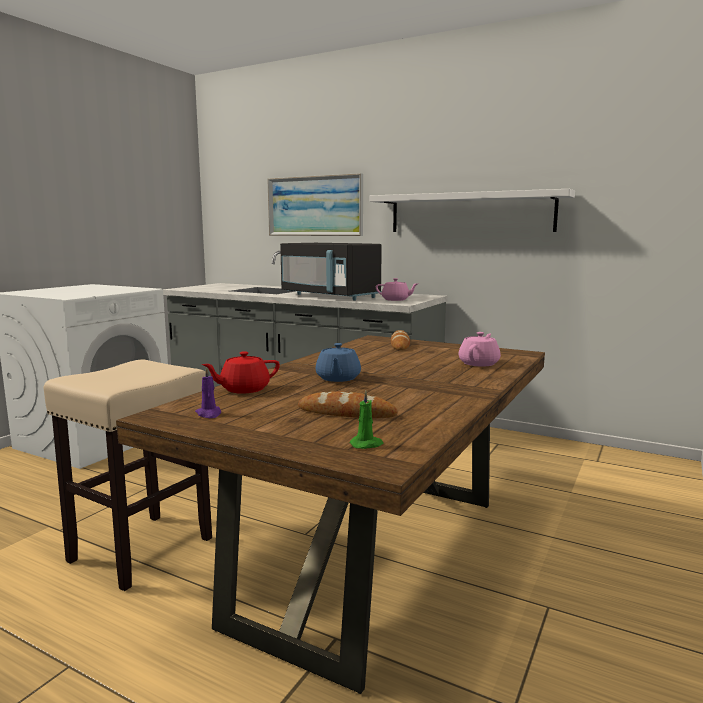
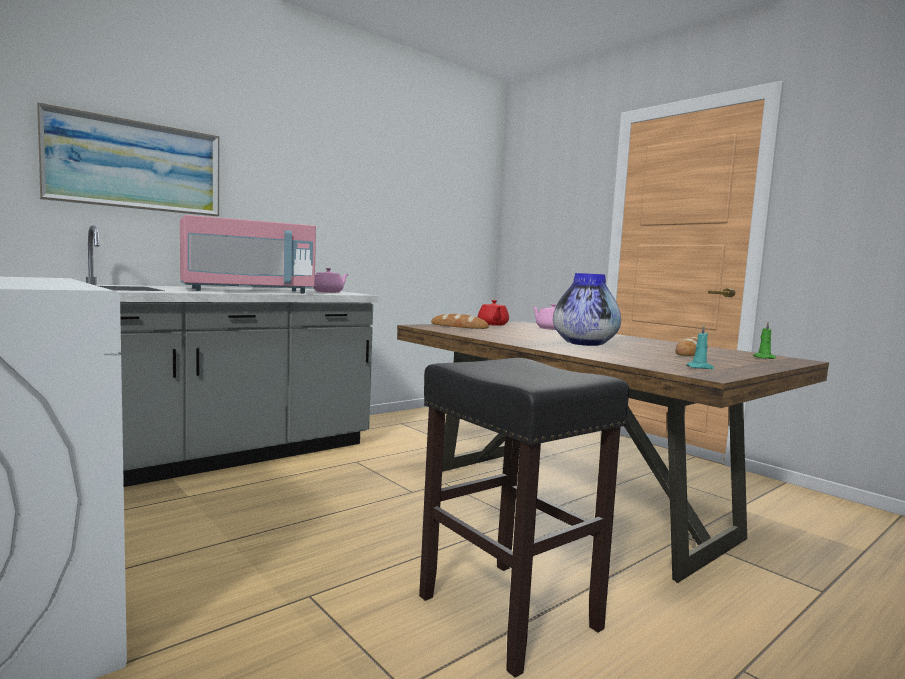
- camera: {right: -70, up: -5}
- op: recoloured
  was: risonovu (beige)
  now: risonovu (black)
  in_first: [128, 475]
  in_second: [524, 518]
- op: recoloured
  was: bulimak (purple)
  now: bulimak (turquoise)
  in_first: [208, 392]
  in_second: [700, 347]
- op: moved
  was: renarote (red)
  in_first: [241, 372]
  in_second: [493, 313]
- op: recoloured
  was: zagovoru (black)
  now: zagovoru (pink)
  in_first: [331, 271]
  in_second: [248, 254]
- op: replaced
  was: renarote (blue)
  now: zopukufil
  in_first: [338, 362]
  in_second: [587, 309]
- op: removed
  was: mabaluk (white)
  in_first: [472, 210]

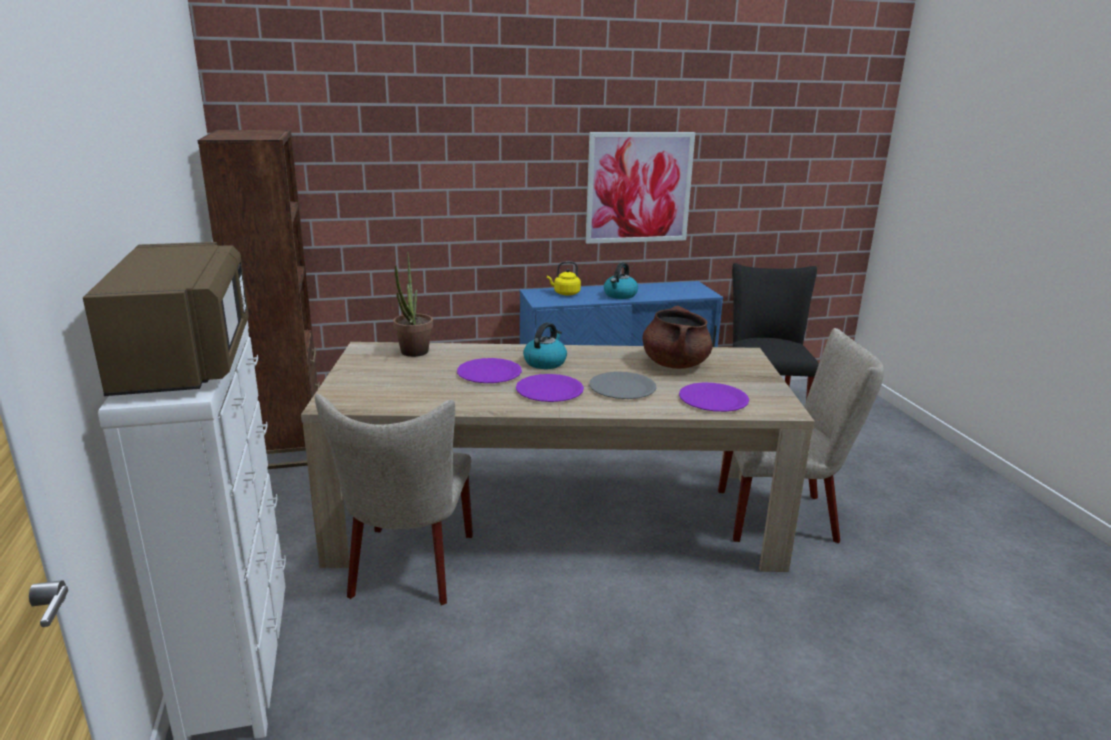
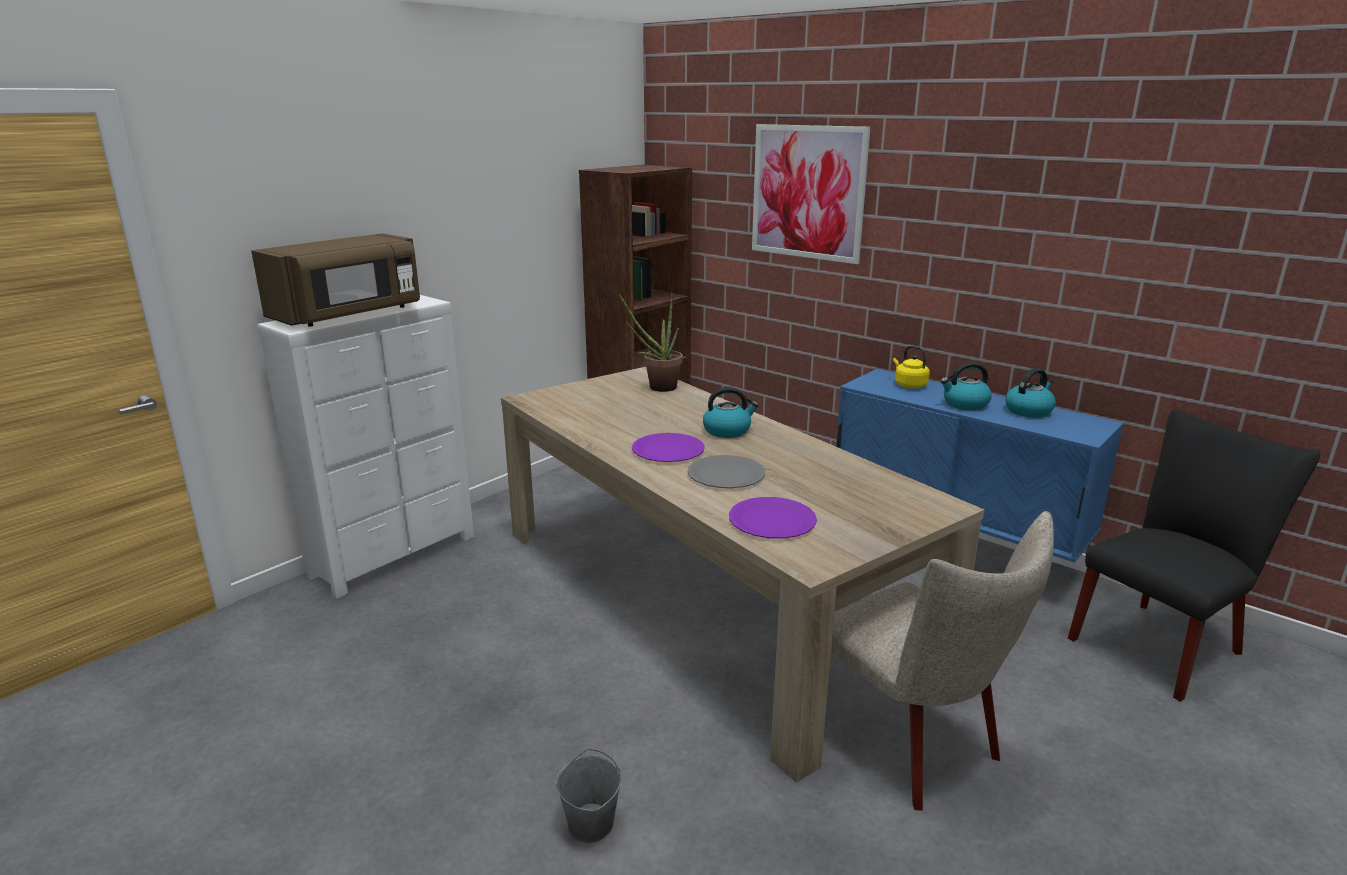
- camera: {right: 55, up: 0}
- op: removed
  was: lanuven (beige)
  in_first: [394, 499]
- op: removed
  was: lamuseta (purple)
  in_first: [489, 370]
- op: moved
  was: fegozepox
  in_first: [640, 188]
  in_second: [811, 194]
- op: removed
  was: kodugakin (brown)
  in_first: [677, 337]
- op: added
  now: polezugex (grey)
  in_second: [589, 796]
- op: added
  now: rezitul
  in_second: [1030, 393]

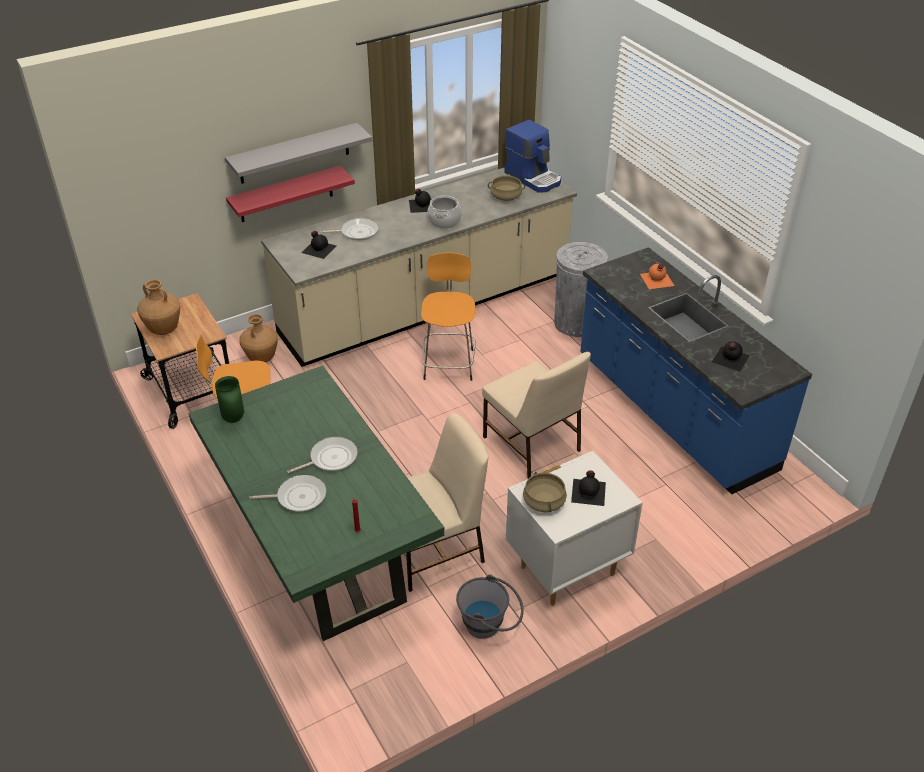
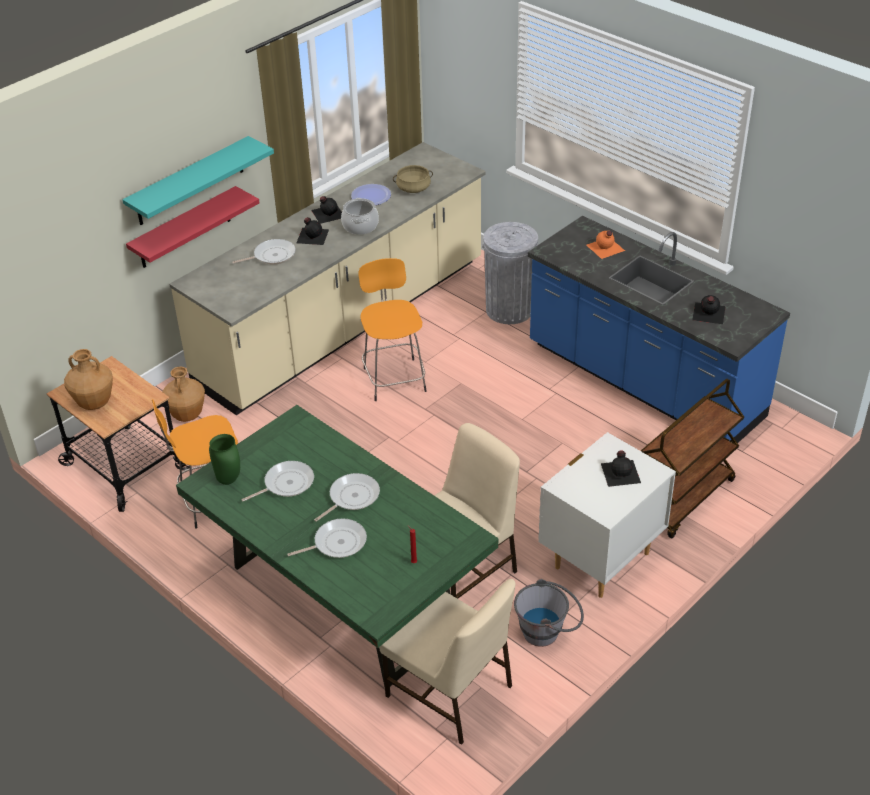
- camera: {right: -15, up: 0}
- op: recoloured
  was: mabaluk (grey)
  now: mabaluk (turquoise)
  in_first: [299, 153]
  in_second: [198, 180]
- op: moved
  was: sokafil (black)
  in_first: [319, 245]
  in_second: [313, 231]
- op: moved
  was: lanuven (beige)
  in_first: [536, 415]
  in_second: [447, 662]
- op: removed
  was: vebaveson
  in_first: [532, 156]
- op: removed
  was: kodugakin (beige)
  in_first: [545, 492]
- op: added
  now: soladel
  in_second: [277, 481]
- op: added
  now: lamuseta
  in_second: [371, 194]
- op: added
  now: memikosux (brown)
  in_second: [692, 458]

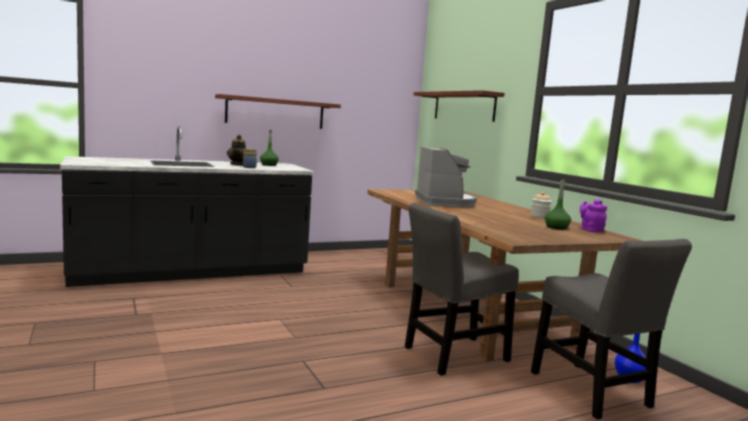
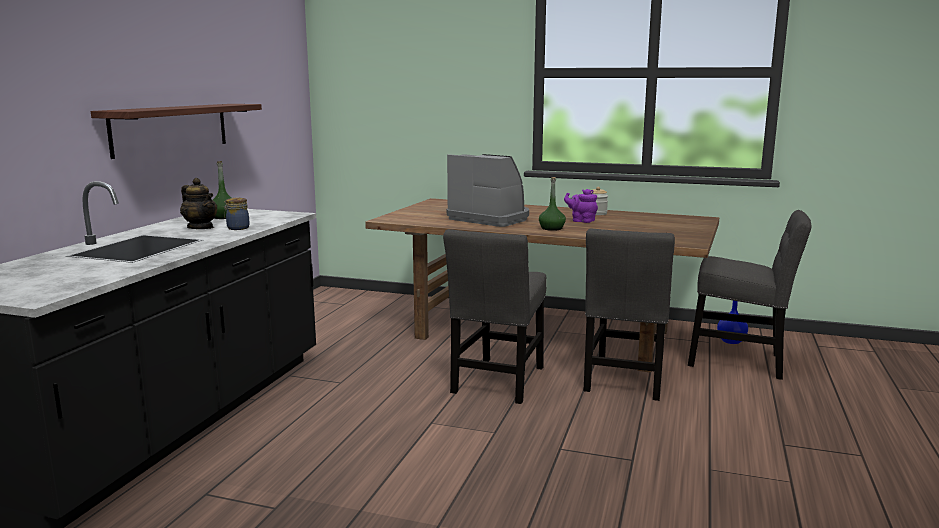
- camera: {right: -45, up: 5}
- op: removed
  was: mabaluk
  in_first: [458, 106]
- op: moved
  was: sokafil (green)
  in_first: [558, 205]
  in_second: [552, 204]
- op: moved
  was: renarote (purple)
  in_first: [593, 215]
  in_second: [581, 206]
- op: added
  now: lanuven (grey)
  in_second: [495, 316]

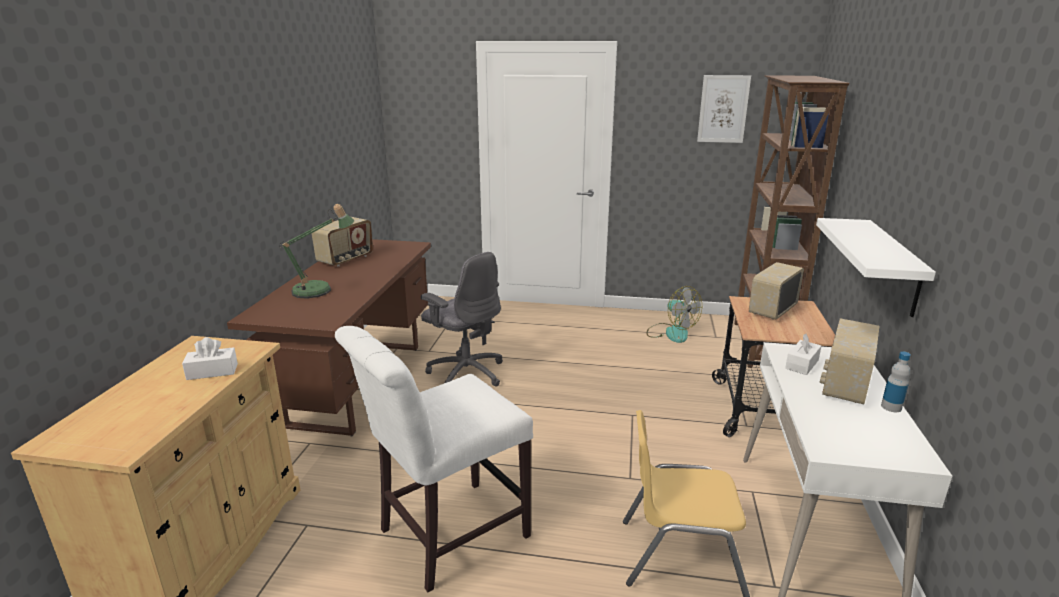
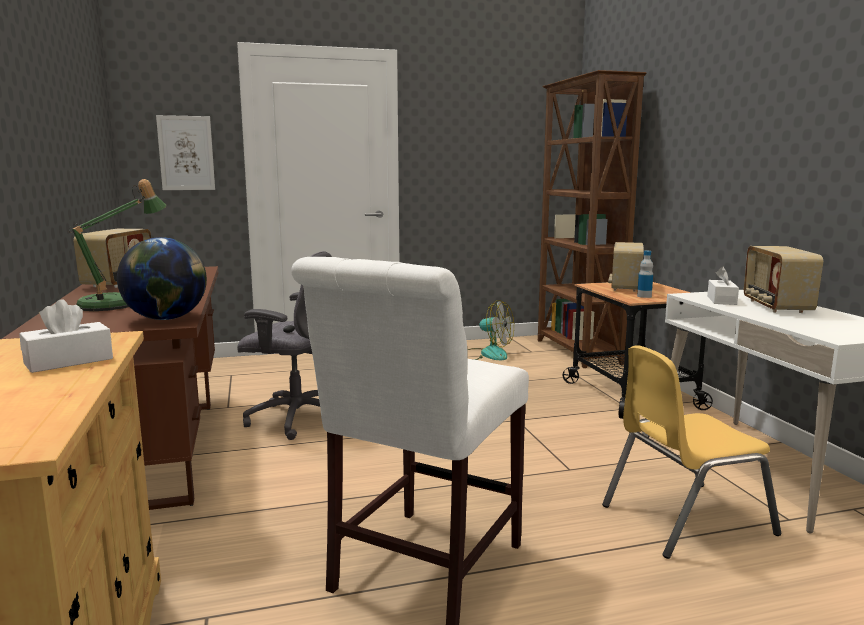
- camera: {right: -25, up: -10}
- op: moved
  was: fegozepox
  in_first: [724, 109]
  in_second: [185, 152]
- op: removed
  was: mabaluk (white)
  in_first: [876, 267]
- op: moved
  was: sokafil
  in_first: [896, 381]
  in_second: [645, 274]
- op: added
  now: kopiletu
  in_second: [162, 278]

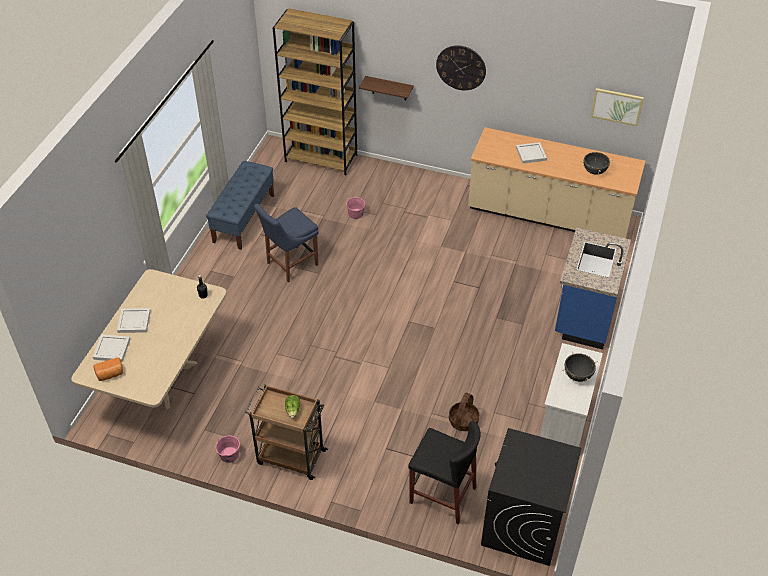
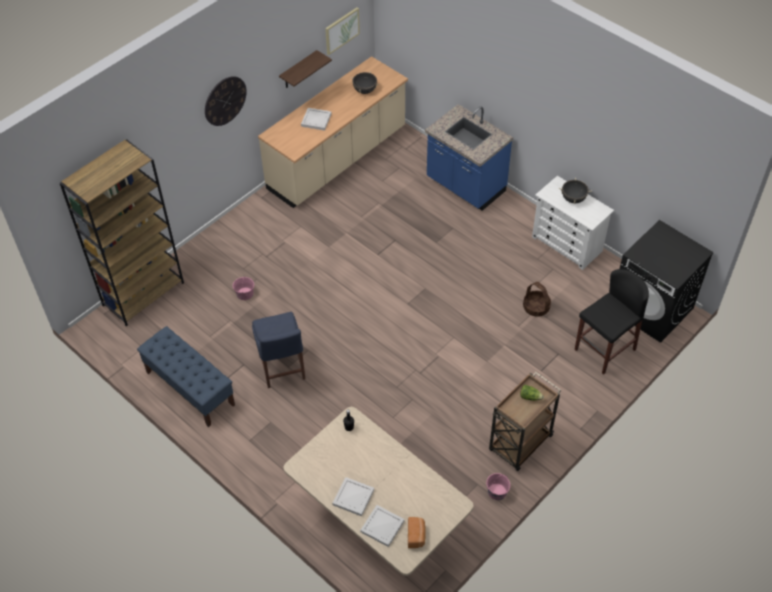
- camera: {right: -65, up: 5}
- op: moved
  was: mabaluk
  in_first: [386, 88]
  in_second: [305, 69]

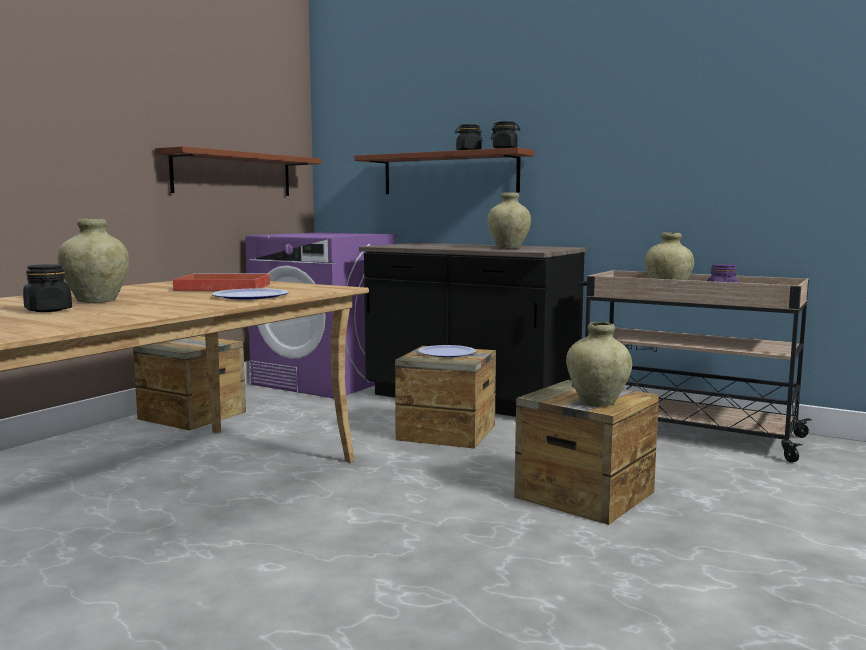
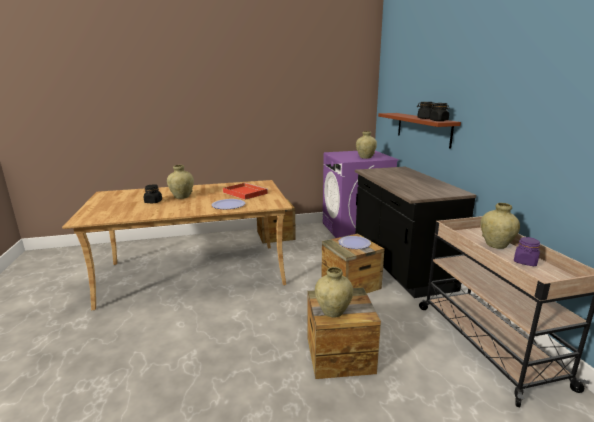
- camera: {right: 45, up: 10}
- op: removed
  was: mabaluk (brown)
  in_first: [238, 171]
- op: moved
  was: zopukufil (beige)
  in_first: [509, 220]
  in_second: [366, 145]

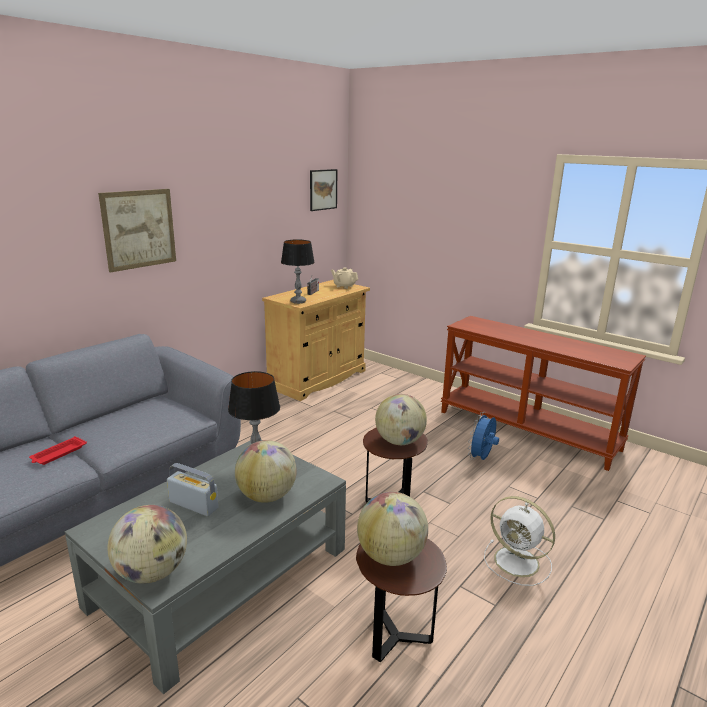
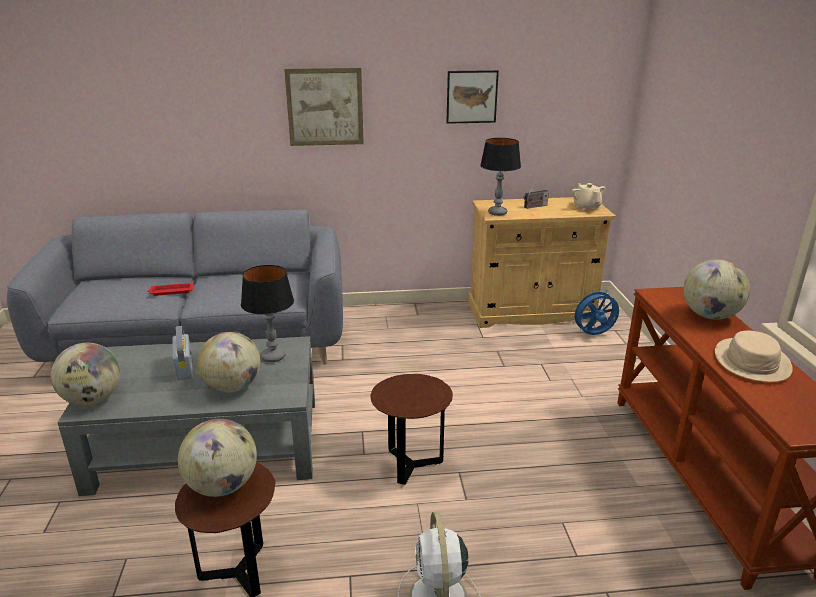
- camera: {right: 45, up: 5}
- op: moved
  was: fegozepox
  in_first: [323, 190]
  in_second: [472, 97]
- op: moved
  was: kopiletu
  in_first: [401, 419]
  in_second: [716, 289]
- op: moved
  was: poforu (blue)
  in_first: [483, 436]
  in_second: [595, 311]
- op: added
  now: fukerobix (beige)
  in_second: [754, 356]

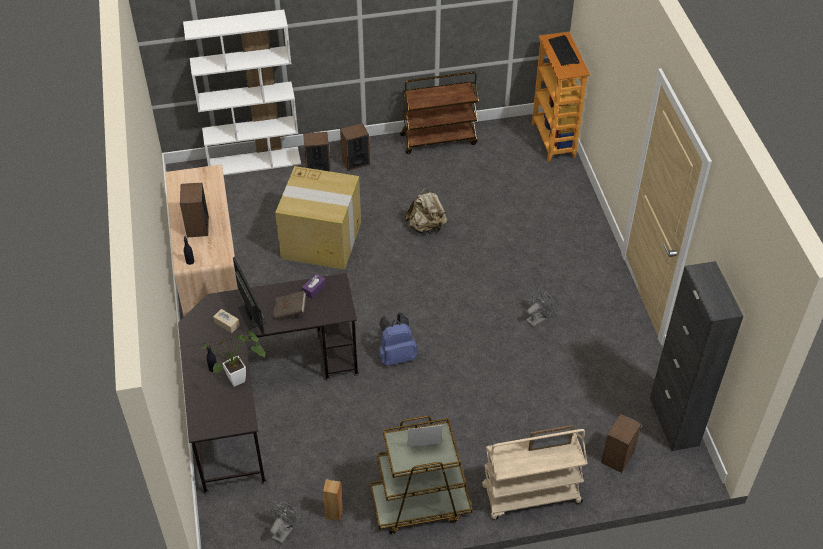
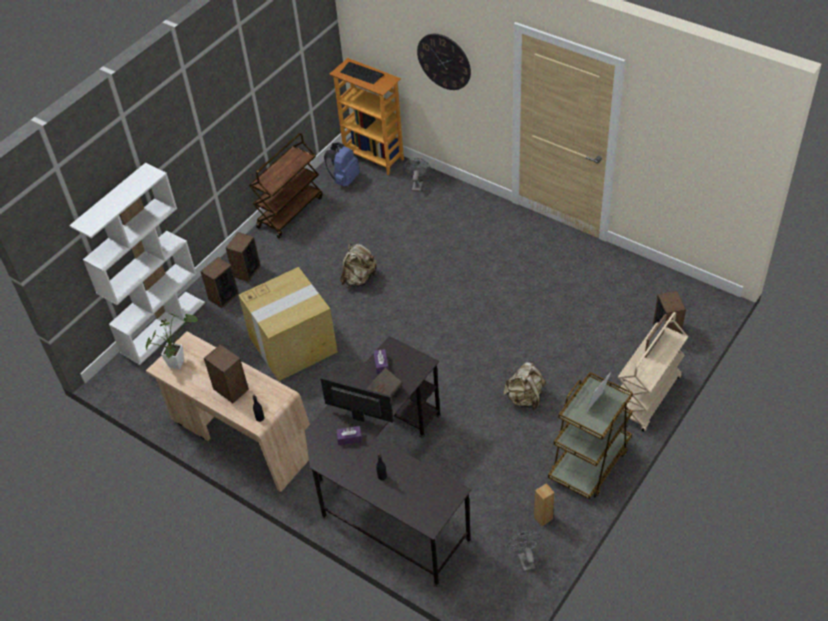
- camera: {right: -40, up: 0}
- op: moved
  was: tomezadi
  in_first: [232, 359]
  in_second: [172, 341]
- op: recoloured
  was: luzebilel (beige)
  now: luzebilel (purple)
  in_first: [226, 321]
  in_second: [349, 435]
- op: moved
  was: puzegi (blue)
  in_first: [398, 339]
  in_second: [342, 164]
- op: moved
  was: poforu (grey)
  in_first: [540, 308]
  in_second: [417, 175]
- op: removed
  was: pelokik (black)
  in_first: [696, 356]
- op: added
  now: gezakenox
  in_second: [444, 62]
- op: added
  now: puzegi (beige)
  in_second: [524, 386]

